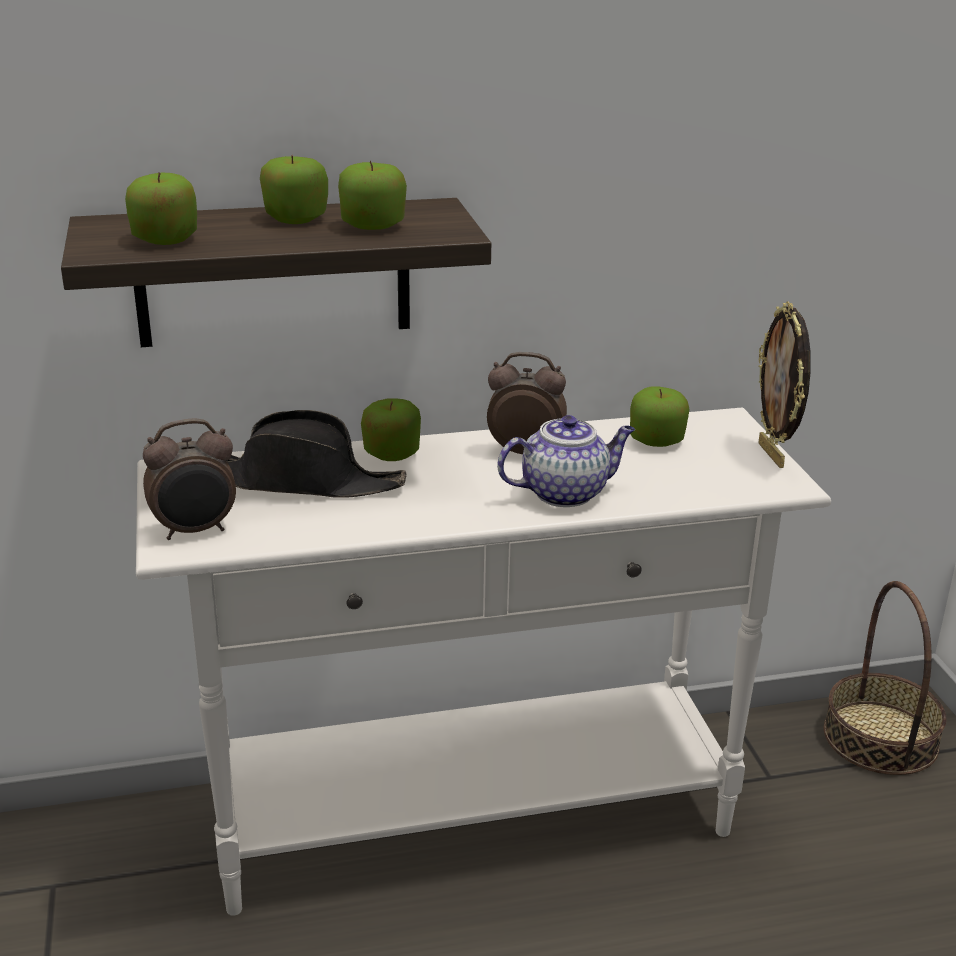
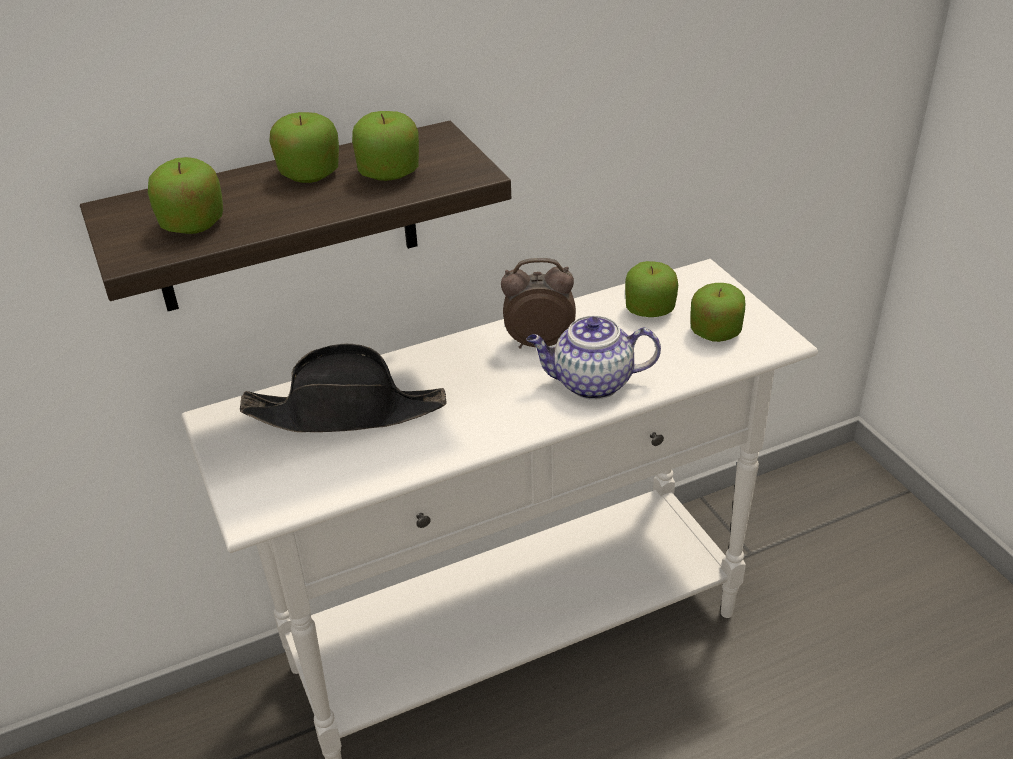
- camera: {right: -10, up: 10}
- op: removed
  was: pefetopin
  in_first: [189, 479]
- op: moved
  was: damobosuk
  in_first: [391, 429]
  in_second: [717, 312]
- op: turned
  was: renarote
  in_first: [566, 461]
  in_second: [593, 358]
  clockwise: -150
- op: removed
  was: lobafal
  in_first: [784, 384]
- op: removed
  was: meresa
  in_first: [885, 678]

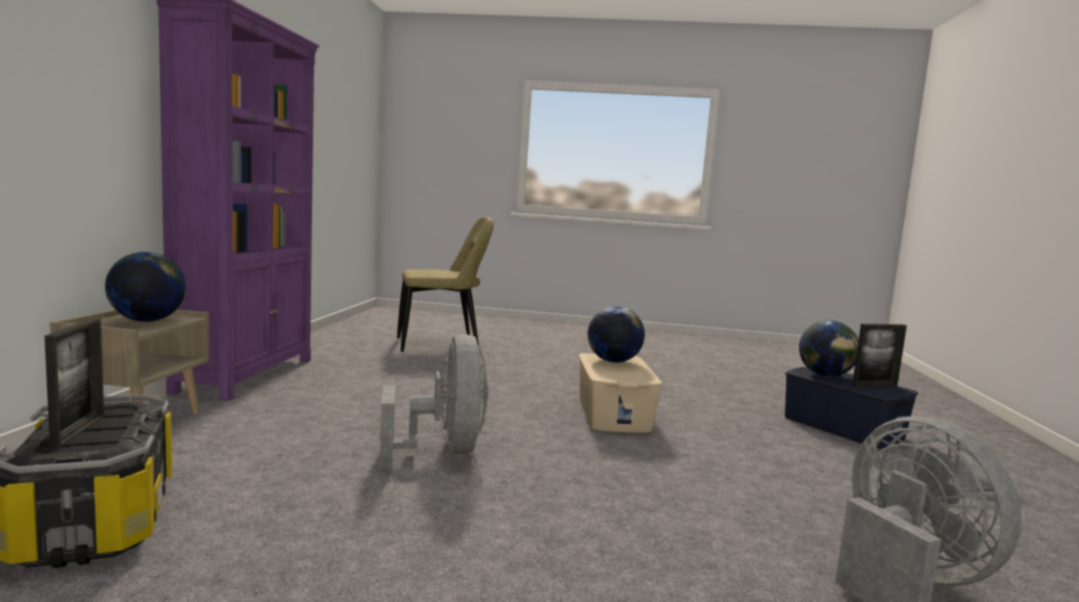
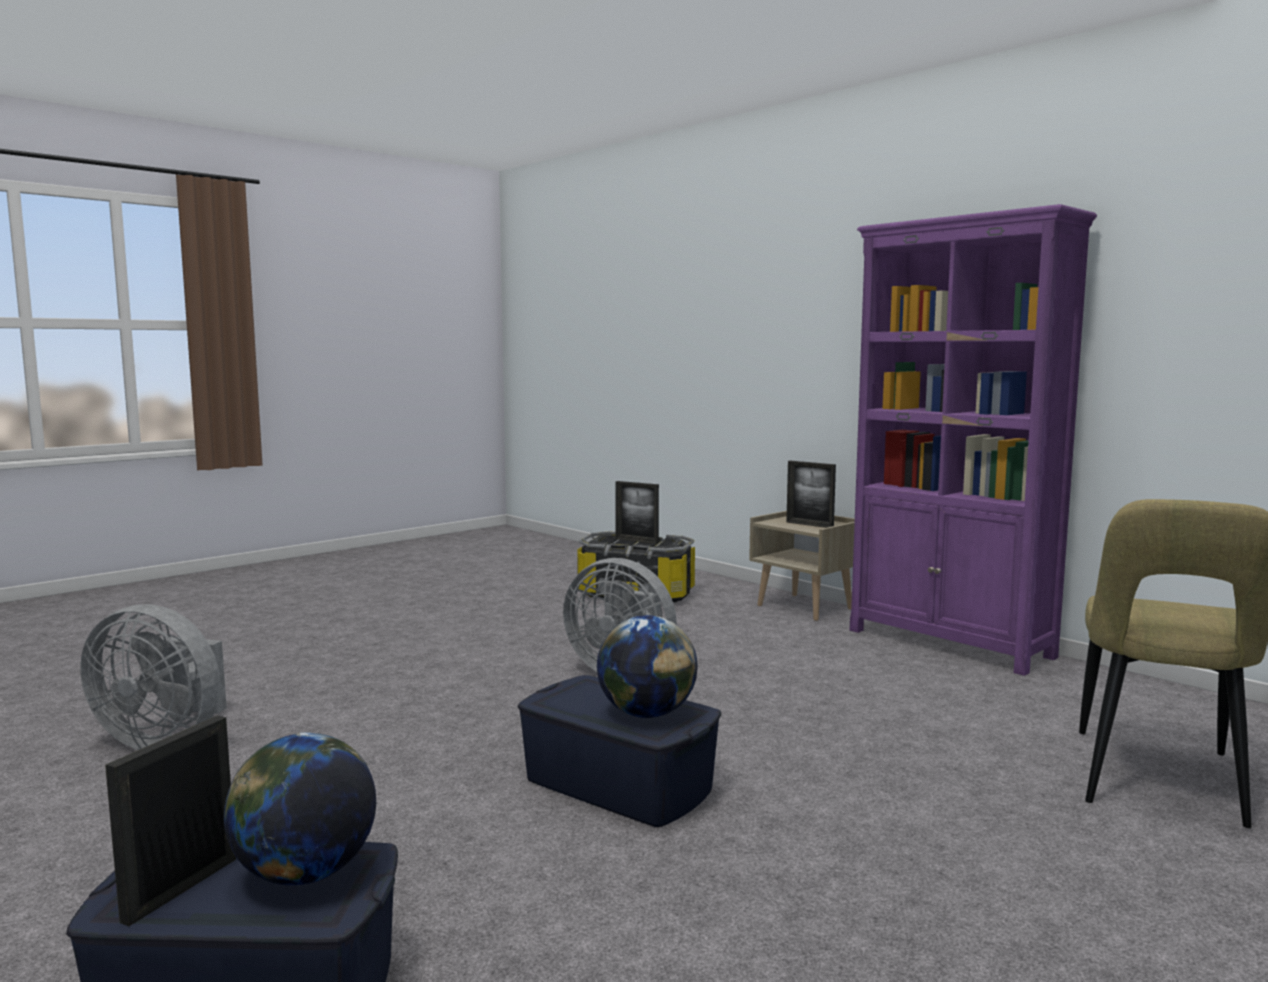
- camera: {right: 130, up: 0}
- op: replaced
  was: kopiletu
  now: lobafal
  in_first: [145, 287]
  in_second: [811, 494]
- op: recoloured
  was: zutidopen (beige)
  now: zutidopen (blue)
  in_first: [620, 393]
  in_second: [619, 751]

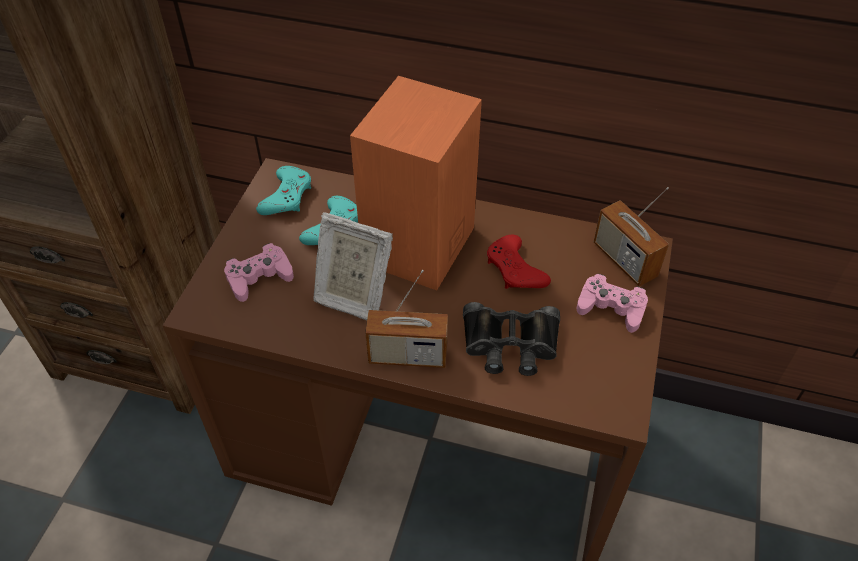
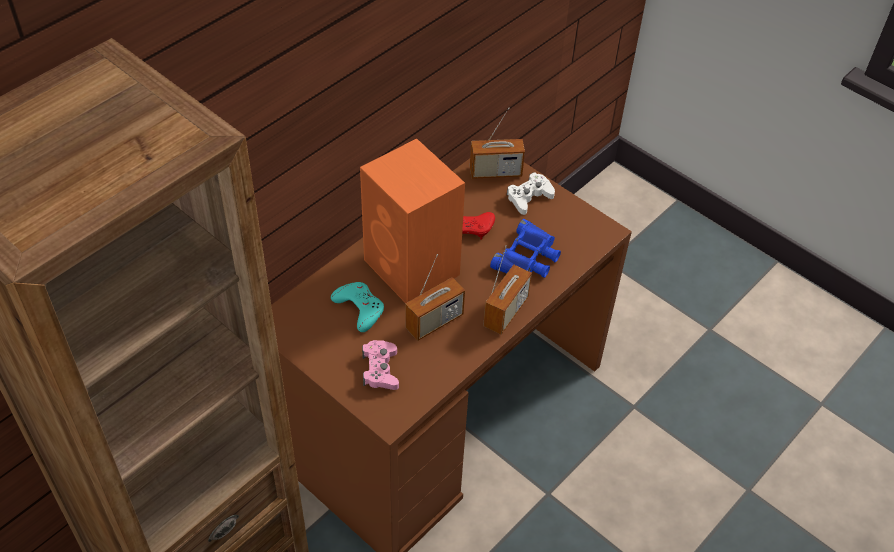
- camera: {right: -65, up: 0}
- op: removed
  was: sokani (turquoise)
  in_first: [283, 190]
- op: replaced
  was: lobafal
  now: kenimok
  in_first: [353, 266]
  in_second: [435, 297]
- op: recoloured
  was: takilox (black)
  now: takilox (blue)
  in_first: [511, 339]
  in_second: [525, 248]
- op: recoloured
  was: sokani (pink)
  now: sokani (white)
  in_first: [612, 303]
  in_second: [531, 193]

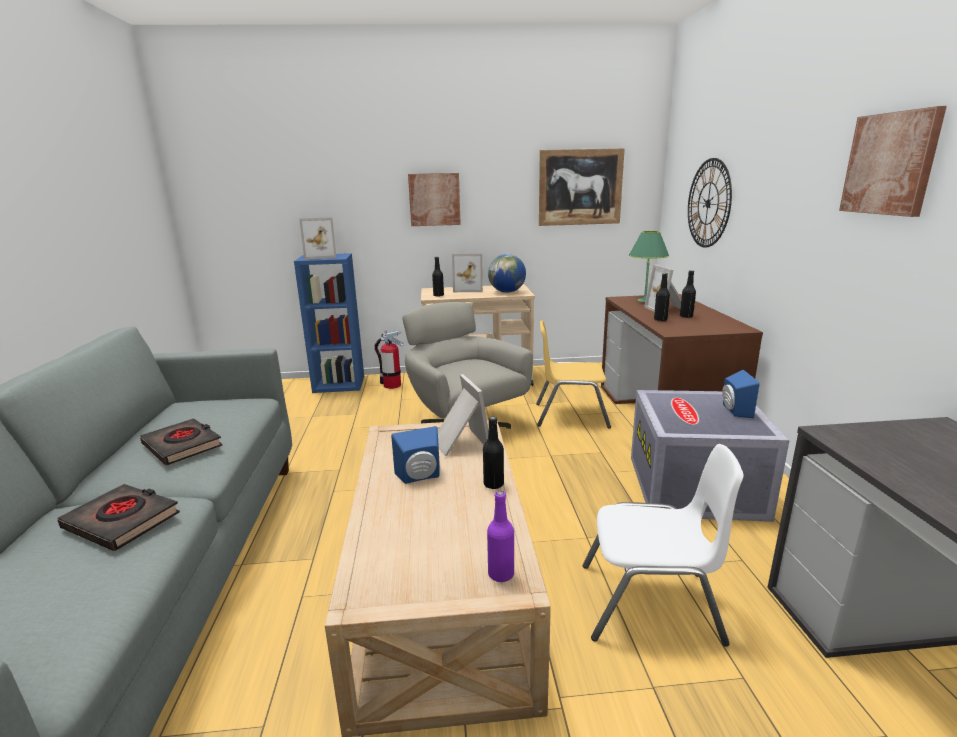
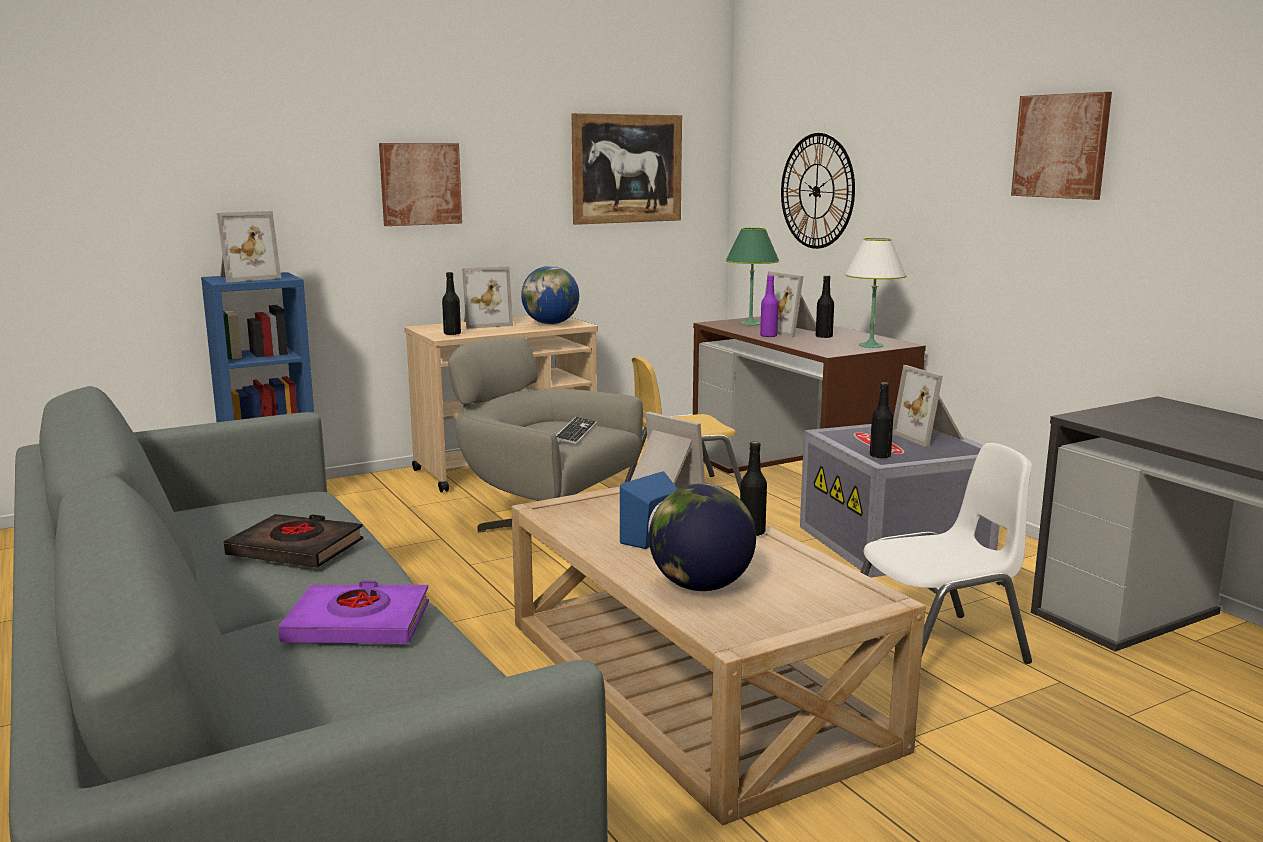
- camera: {right: -25, up: -5}
- op: recoloured
  was: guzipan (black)
  now: guzipan (purple)
  in_first: [118, 517]
  in_second: [353, 612]
- op: removed
  was: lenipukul
  in_first: [389, 359]
- op: moved
  was: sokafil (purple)
  in_first: [500, 536]
  in_second: [769, 306]
- op: moved
  was: sokafil (black)
  in_first: [662, 297]
  in_second: [881, 420]
- op: replaced
  was: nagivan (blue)
  now: lobafal
  in_first: [741, 394]
  in_second: [928, 406]
- op: added
  now: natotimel
  in_second: [576, 430]
- op: added
  now: kopiletu
  in_second: [702, 537]
- op: added
  now: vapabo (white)
  in_second: [876, 293]

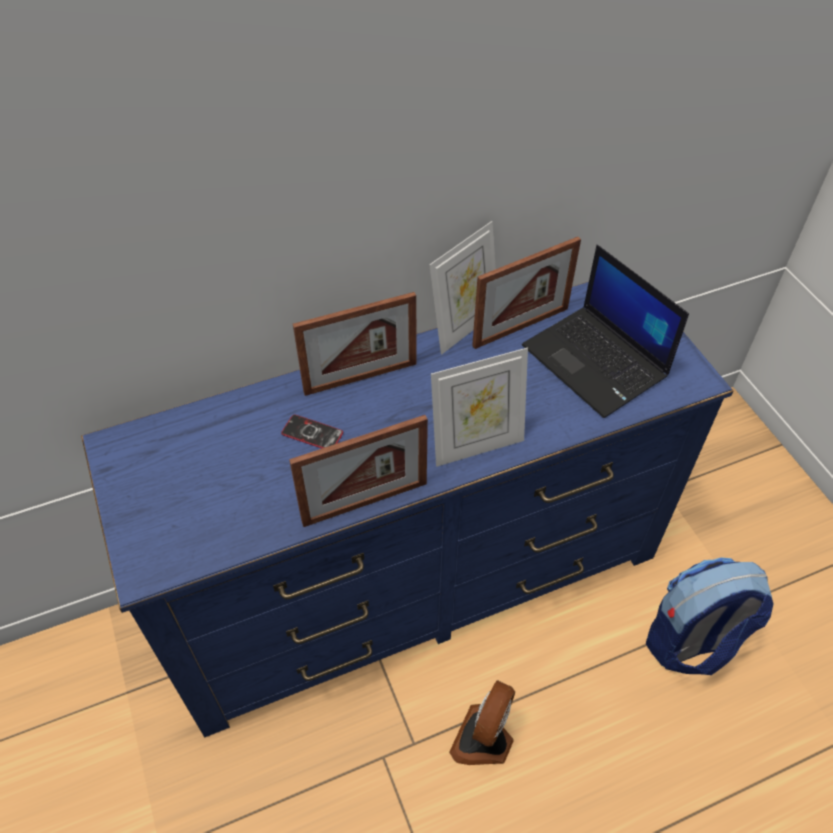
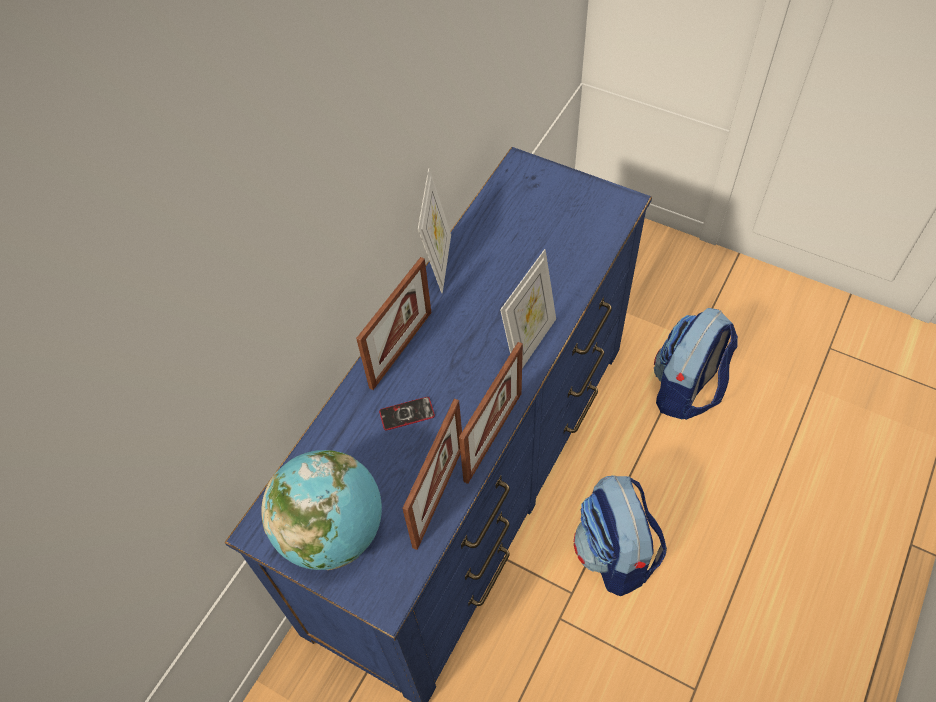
- camera: {right: -35, up: 5}
- op: replaced
  was: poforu
  now: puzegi
  in_first: [482, 722]
  in_second: [620, 535]
- op: moved
  was: lobafal
  in_first: [526, 293]
  in_second: [432, 474]
- op: removed
  was: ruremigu
  in_first: [605, 331]
- op: added
  now: kopiletu
  in_second: [321, 510]

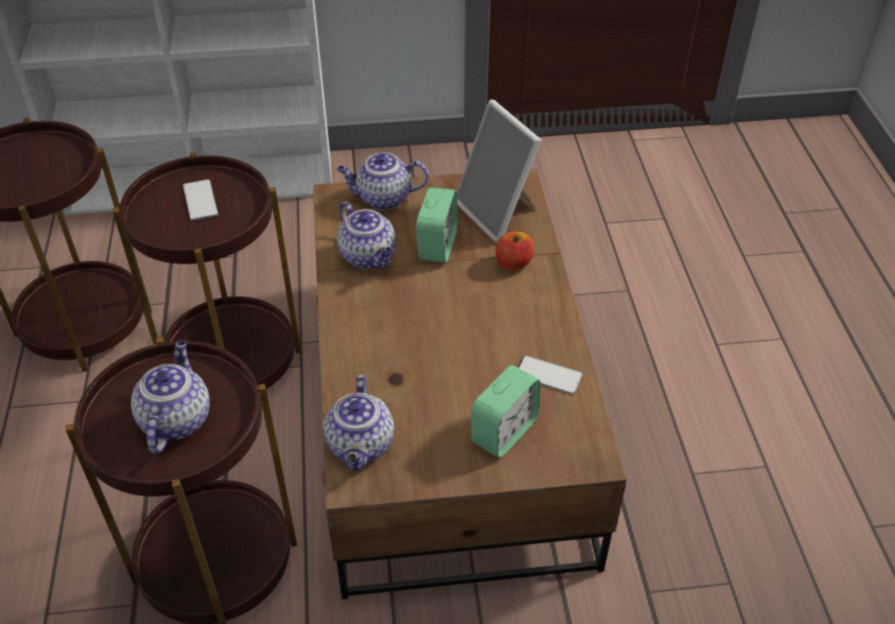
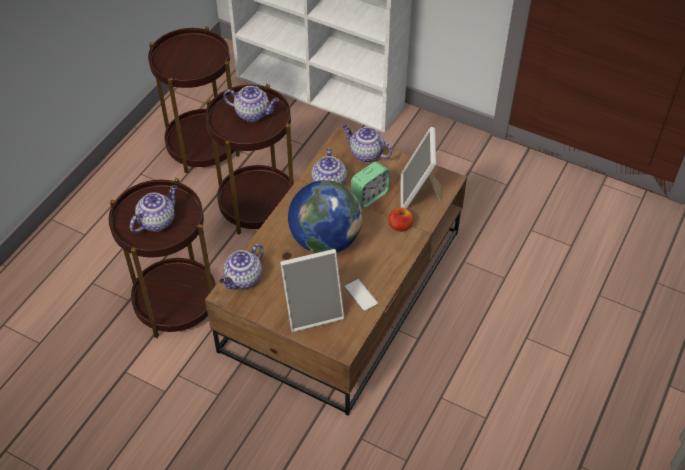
- camera: {right: 35, up: 5}
- op: replaced
  was: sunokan
  now: renarote
  in_first: [200, 200]
  in_second: [251, 104]
- op: replaced
  was: pefetopin
  now: lobafal
  in_first: [505, 411]
  in_second: [312, 290]
- op: added
  now: kopiletu
  in_second: [325, 216]

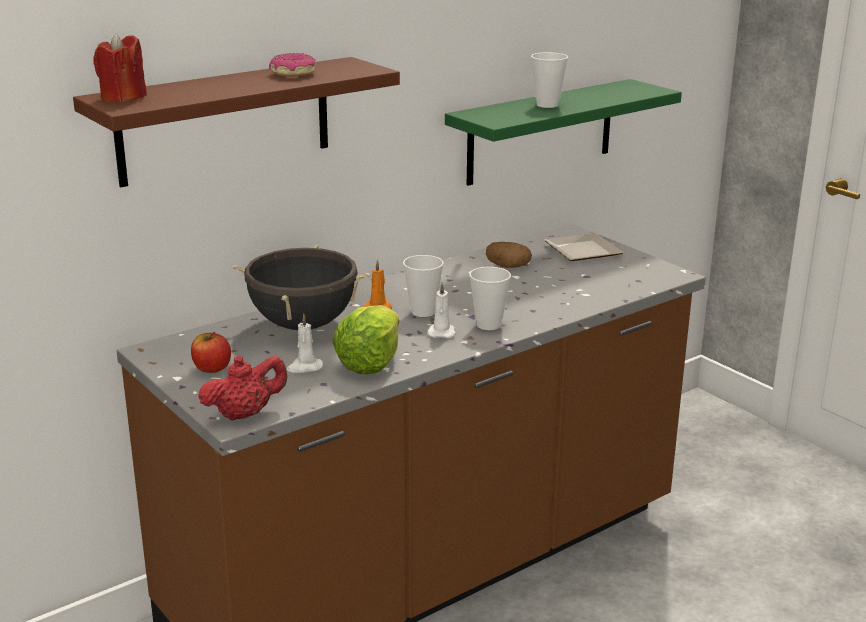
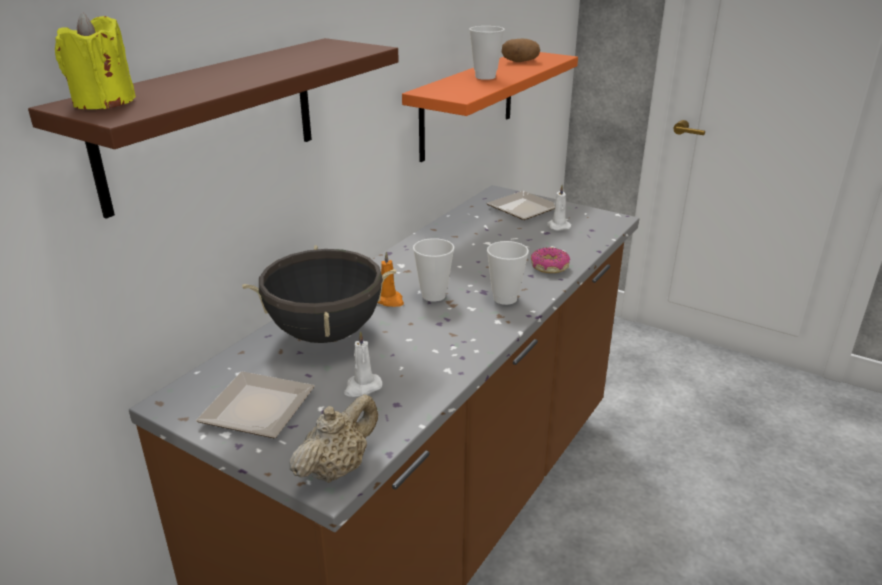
- camera: {right: -20, up: 5}
- op: recoloured
  was: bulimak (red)
  now: bulimak (yellow)
  in_first: [120, 67]
  in_second: [95, 61]
- op: replaced
  was: damobosuk
  now: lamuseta
  in_first: [211, 352]
  in_second: [255, 404]
- op: recoloured
  was: renarote (red)
  now: renarote (beige)
  in_first: [242, 388]
  in_second: [334, 438]
- op: moved
  was: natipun
  in_first: [292, 64]
  in_second: [550, 260]
- op: removed
  was: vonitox
  in_first: [365, 339]
- op: moved
  was: bulimak (white)
  in_first: [441, 310]
  in_second: [559, 208]
- op: recoloured
  was: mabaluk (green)
  now: mabaluk (orange)
  in_first: [563, 132]
  in_second: [490, 107]
- op: moved
  was: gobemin
  in_first: [509, 255]
  in_second: [521, 50]

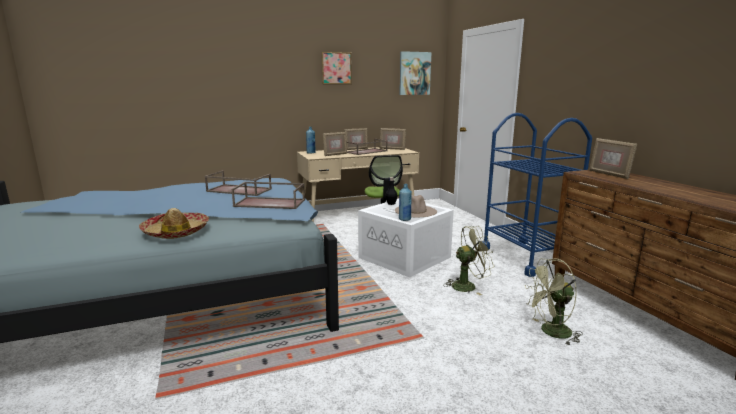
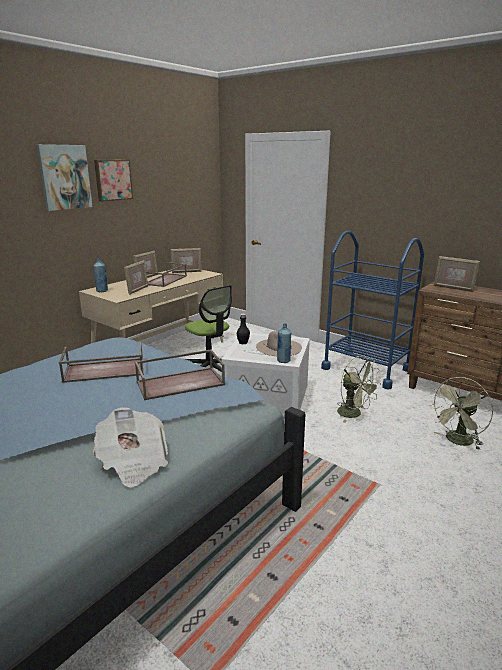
- camera: {right: -30, up: 5}
- op: replaced
  was: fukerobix
  now: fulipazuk
  in_first: [174, 223]
  in_second: [130, 447]
- op: moved
  was: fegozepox
  in_first: [415, 73]
  in_second: [65, 177]
- op: turned
  was: poforu (green)
  in_first: [468, 260]
  in_second: [359, 389]
  clockwise: 90

